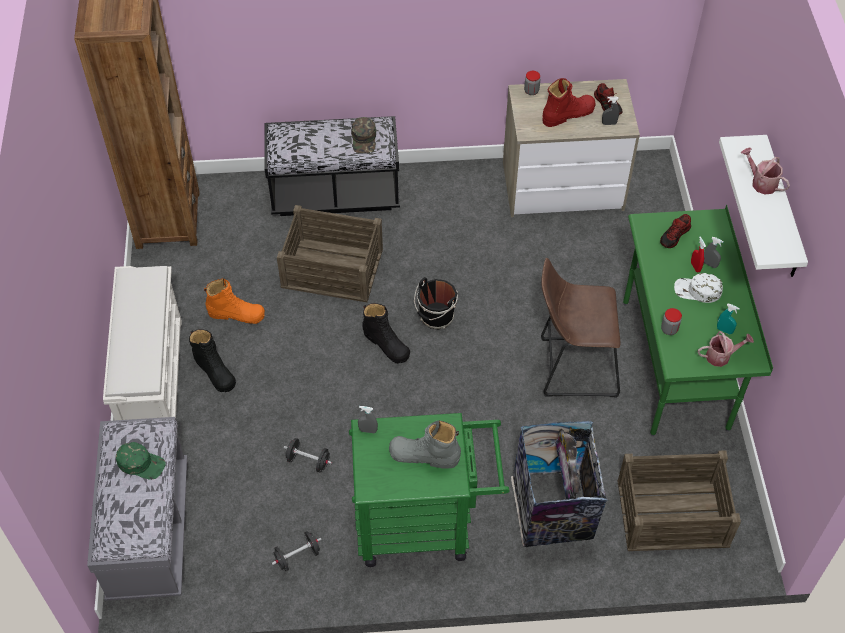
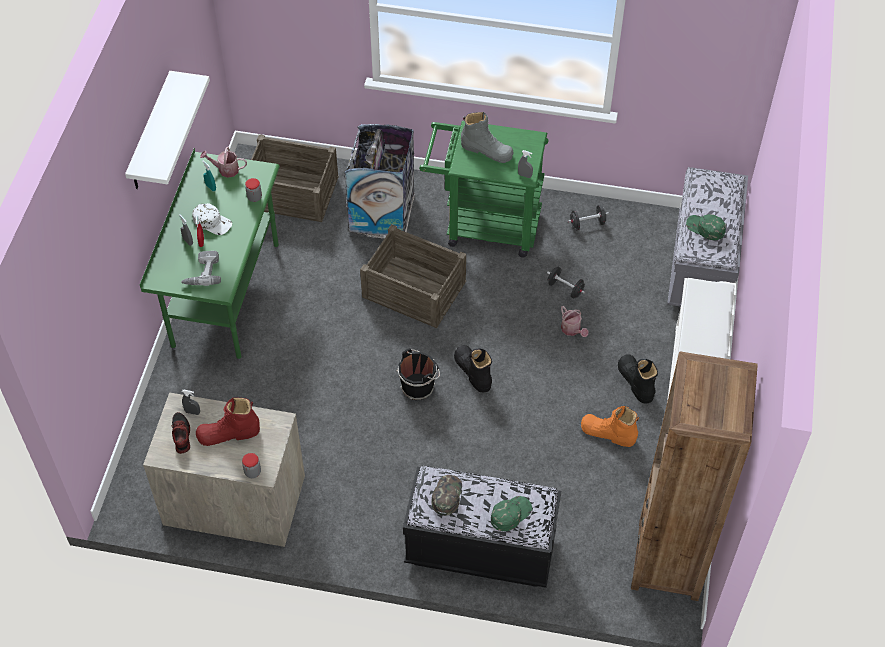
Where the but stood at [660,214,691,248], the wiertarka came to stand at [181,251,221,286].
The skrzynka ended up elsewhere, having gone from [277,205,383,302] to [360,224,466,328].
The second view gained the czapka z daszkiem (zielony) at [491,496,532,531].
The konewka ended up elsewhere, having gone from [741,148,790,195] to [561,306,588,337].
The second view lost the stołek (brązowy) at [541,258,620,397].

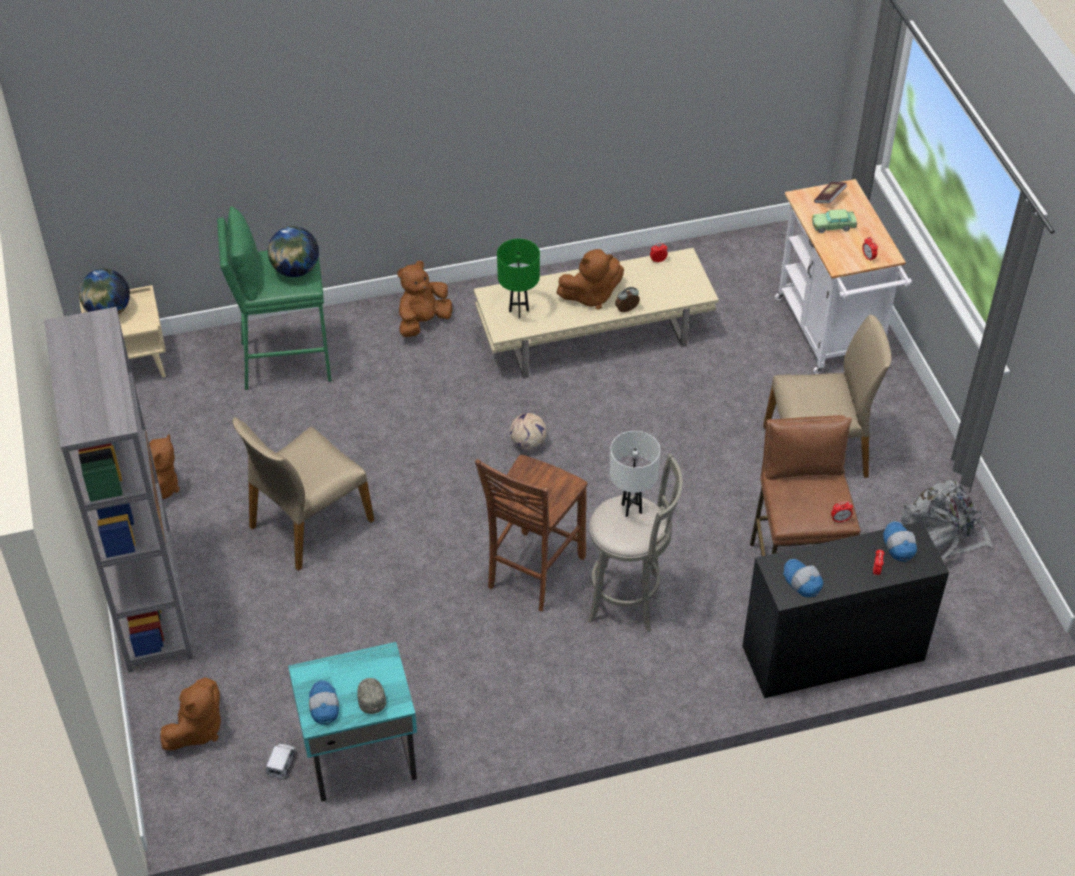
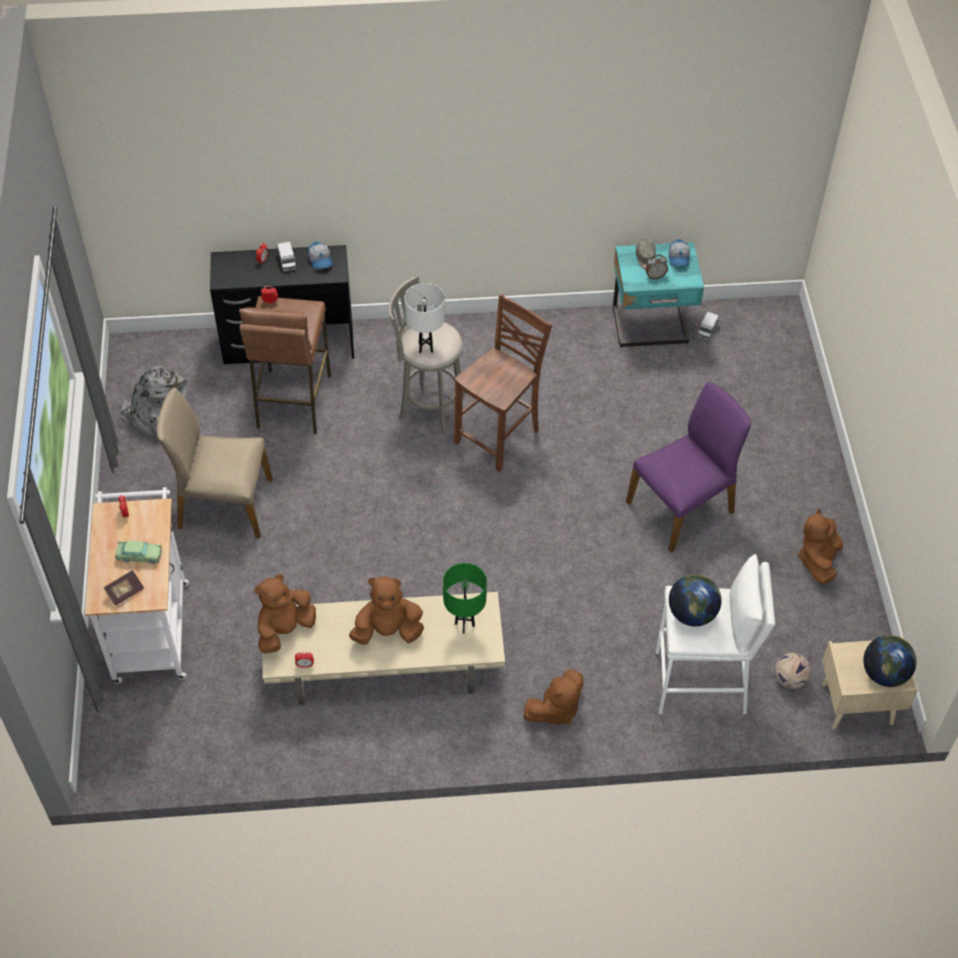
The pluszak (brązowy) ended up elsewhere, having gone from [160,678,221,750] to [255,574,316,654].
The second view gained the ciężarówka zabawkowa at [277,242,296,272].
What was the krzesło (beżowy) at [233,417,374,571] turned into the krzesło (fioletowy) at [626,382,751,553].
The budzik ended up elsewhere, having gone from [615,287,640,312] to [646,255,668,279].
What was the stołek (zielony) at [217,206,332,390] turned into the stołek (biały) at [656,554,775,714].
The piłka futbolowa ended up elsewhere, having gone from [510,413,547,450] to [775,653,811,689].
The second view lost the regał (szary) at [44,307,193,673].
The second view lost the czapka z daszkiem at [883,521,917,562].

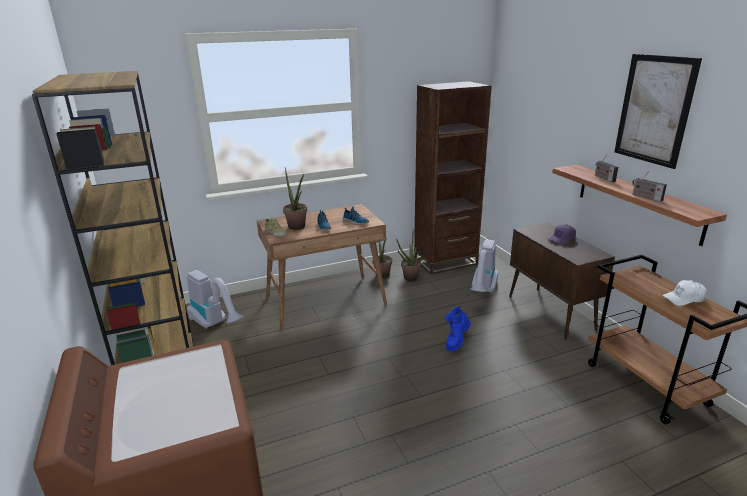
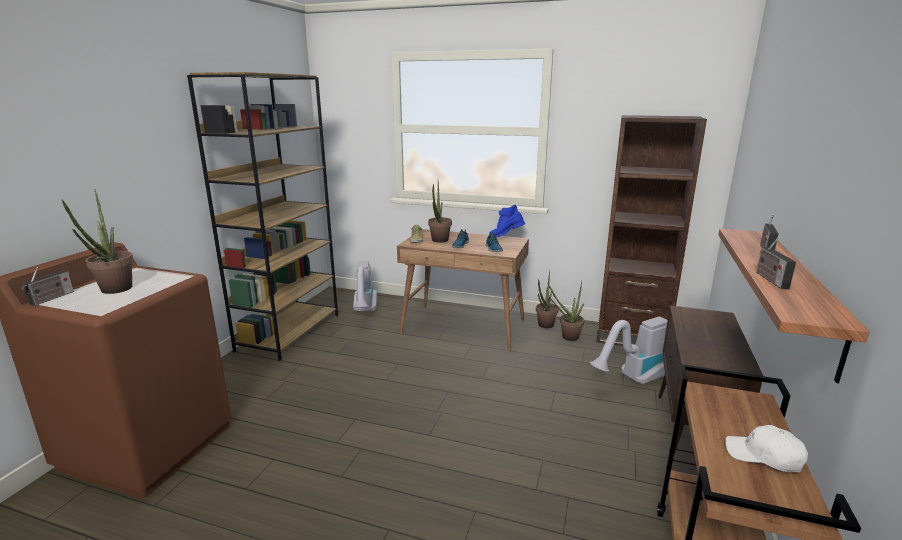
The second view gained the radio at [21,267,74,306].
The second view gained the roślina doniczkowa at [62,189,134,294].
The but z cholewką (niebieski) ended up elsewhere, having gone from [445,306,471,351] to [489,205,525,237].
The second view lost the czapka z daszkiem (fioletowy) at [548,224,576,245].
The second view lost the obraz at [614,54,702,169].

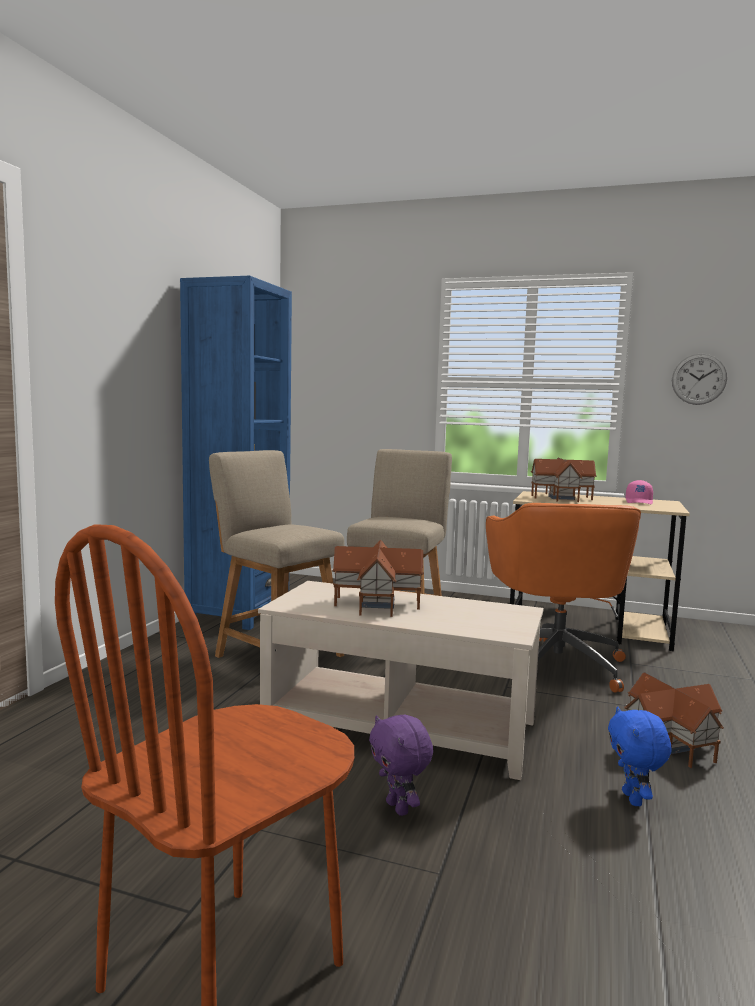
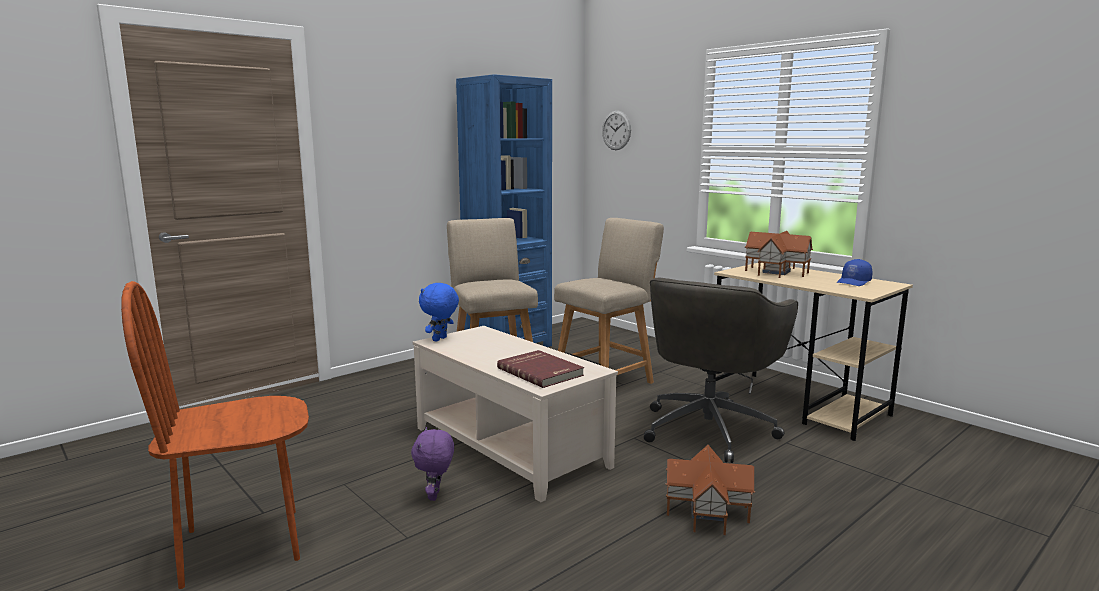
The pluszak (niebieski) ended up elsewhere, having gone from [608,706,671,806] to [419,283,459,342].
The second view gained the książka (czerwony) at [497,350,584,388].
The zegar ścienny ended up elsewhere, having gone from [672,353,727,405] to [602,110,631,150].
What was the krzesło biurowe (pomarańczowy) at [486,503,641,693] turned into the krzesło biurowe (szary) at [644,277,798,463].
What was the czapka z daszkiem (różowy) at [626,480,653,505] turned into the czapka z daszkiem (niebieski) at [837,259,872,286].
The second view lost the domek at [332,539,424,617].

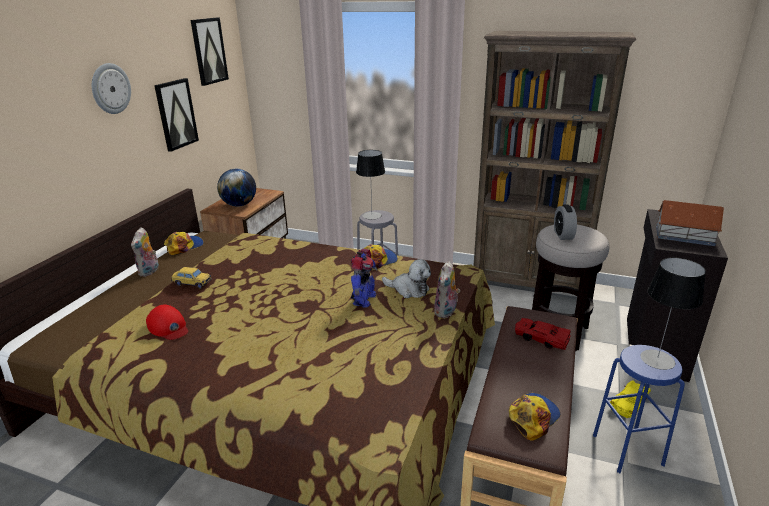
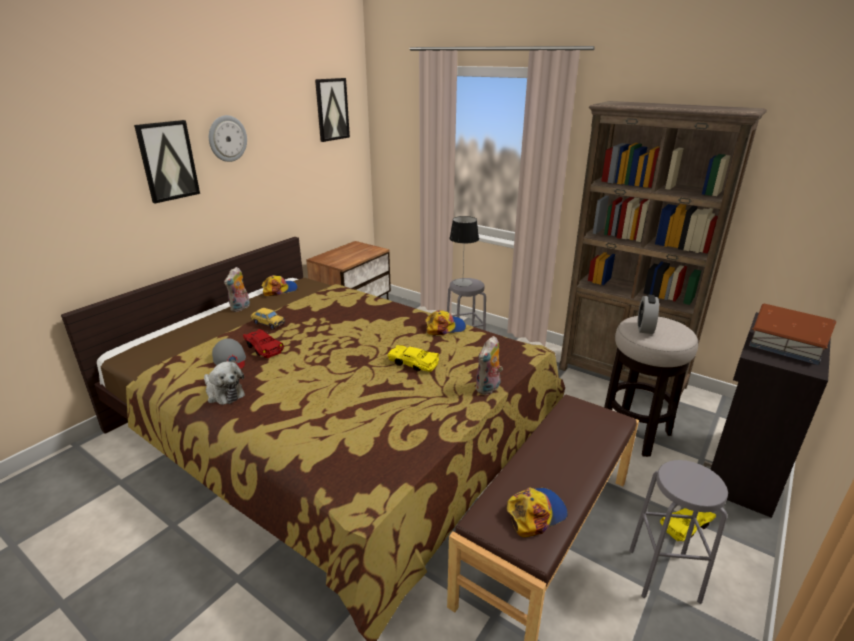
The obraz ended up elsewhere, having gone from [154,78,199,152] to [134,120,200,203].
The pluszak ended up elsewhere, having gone from [382,259,431,298] to [204,361,245,405].
What was the czapka z daszkiem (czerwony) at [146,305,188,340] turned into the czapka z daszkiem (szary) at [212,338,246,369].
The samochodzik (czerwony) ended up elsewhere, having gone from [515,318,571,350] to [243,329,284,358].
Where the robot zabawkowy stood at [351,249,377,308], the samochodzik (żółty) came to stand at [388,345,439,372].
What was the stołek (niebieski) at [593,345,685,473] turned into the stołek (szary) at [629,460,728,604].
The second view lost the globus at [217,169,256,207].
The second view lost the lampa stołowa at [641,257,706,370].

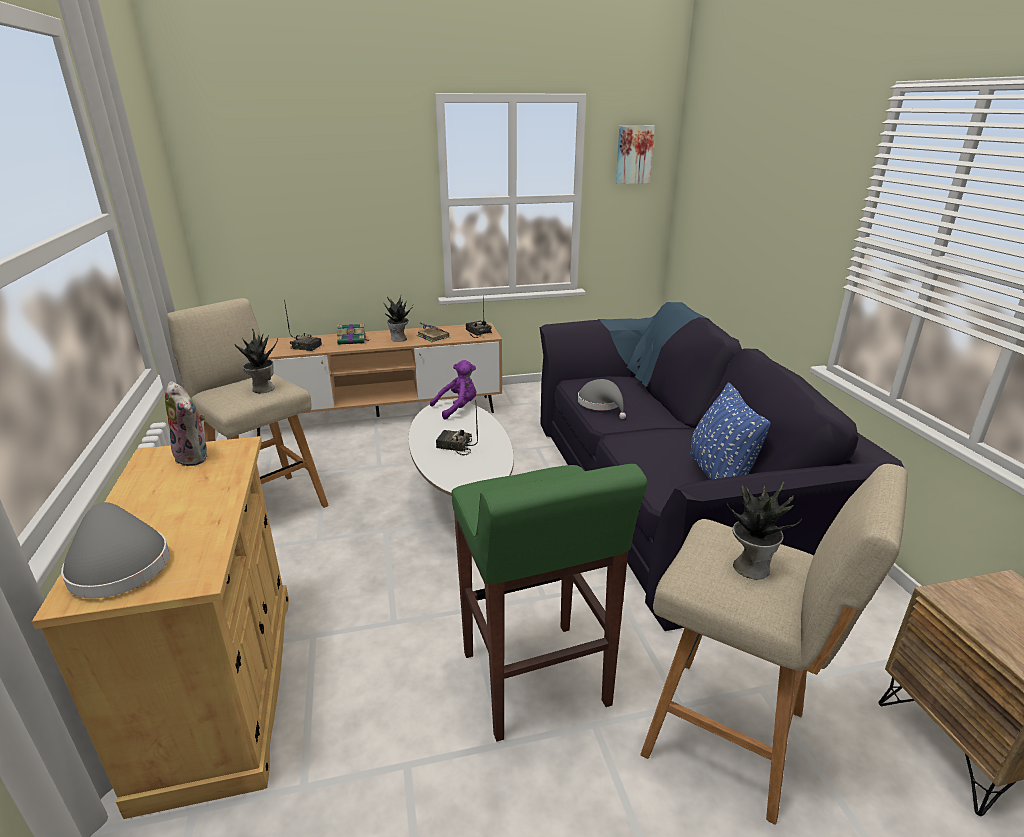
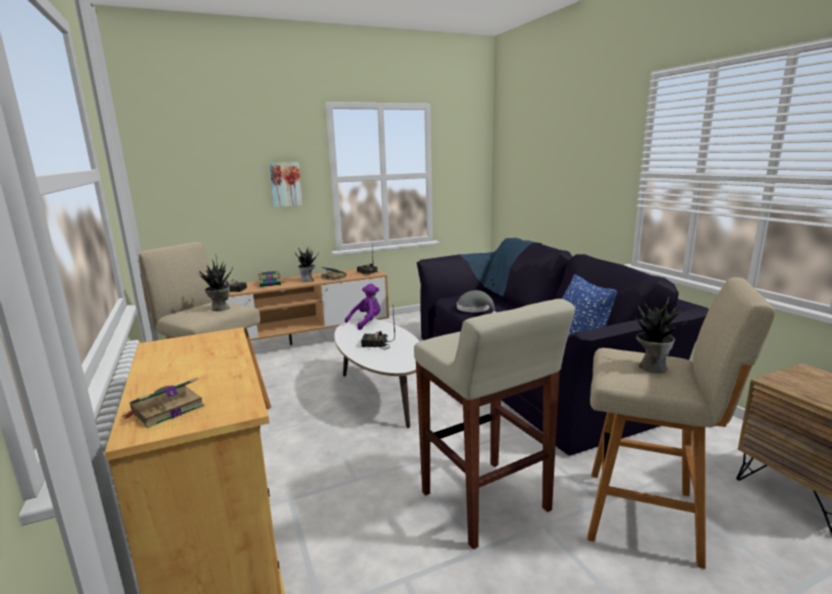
Where the kapelusz (szary) stood at [61,502,170,599], the książka came to stand at [121,378,204,428].
The obraz ended up elsewhere, having gone from [615,126,655,184] to [269,162,303,207].
What was the stołek (zielony) at [452,464,647,741] turned into the stołek (beżowy) at [414,299,575,549].
The second view lost the pluszak at [165,381,208,467].

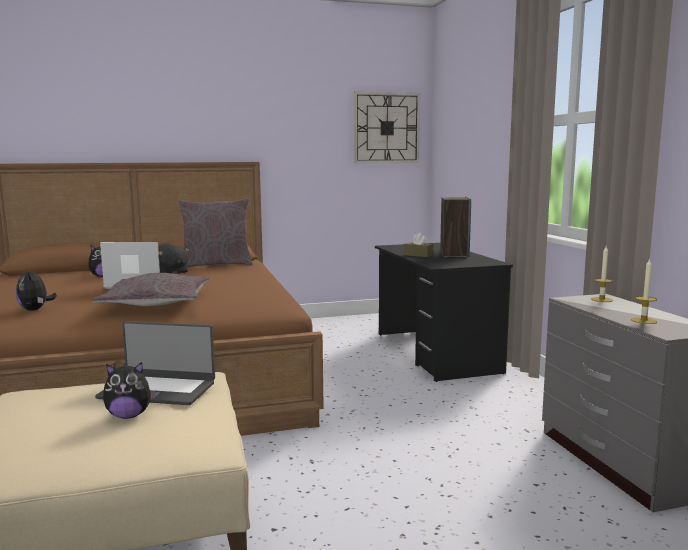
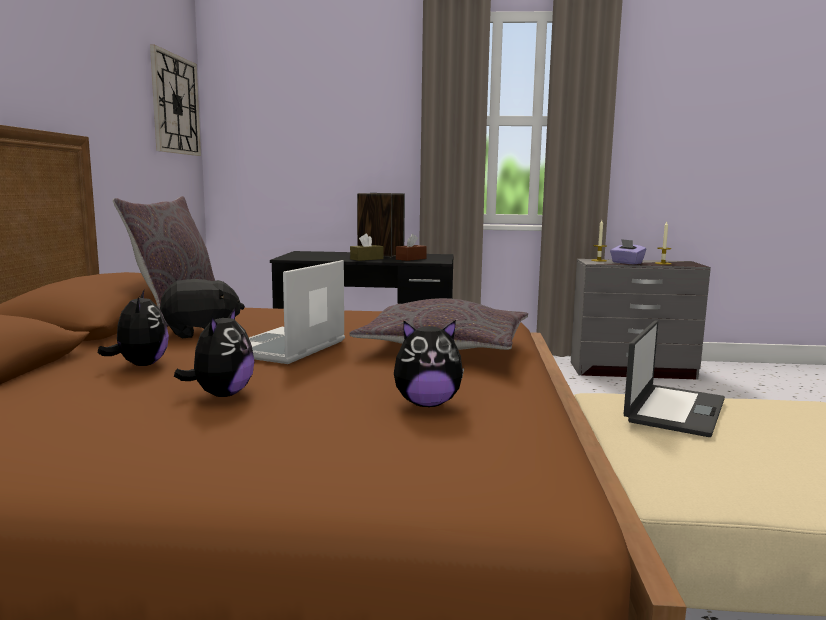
The pluszak ended up elsewhere, having gone from [103,362,157,419] to [174,307,255,397].
The second view gained the pudełko chusteczek (brązowy) at [396,234,427,261].
The second view gained the pudełko chusteczek (fioletowy) at [610,239,646,264].

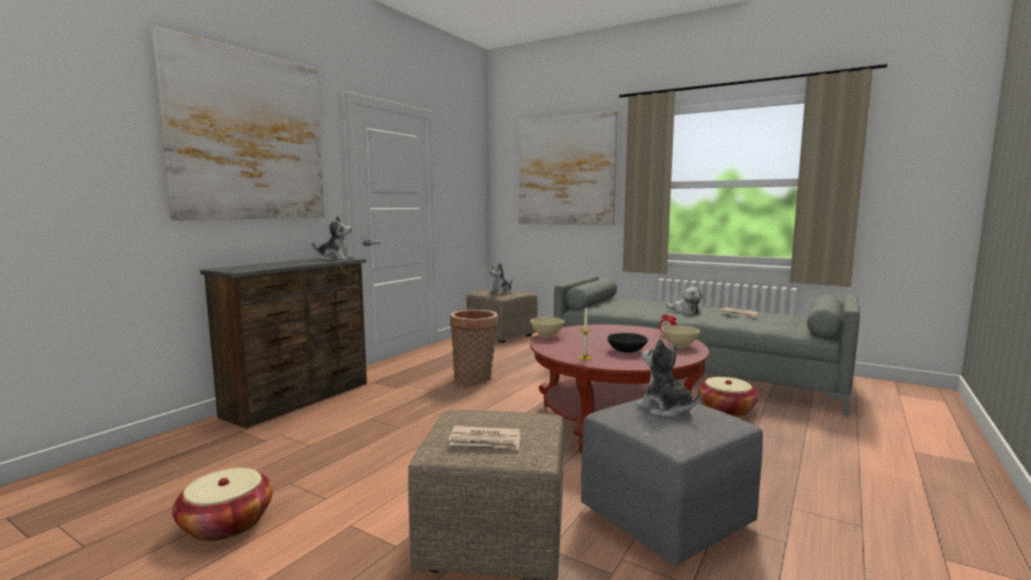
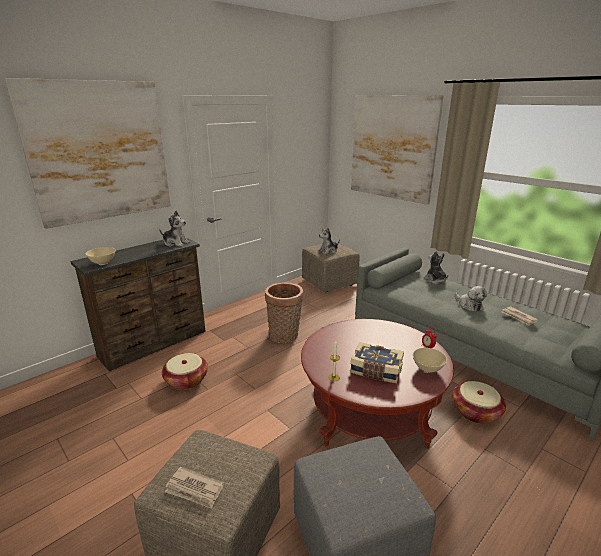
The miska (beżowy) ended up elsewhere, having gone from [530,317,565,338] to [85,247,115,265].
The koszyk ended up elsewhere, having gone from [172,468,273,541] to [162,353,208,390].
Where the miska (czarny) stood at [607,333,648,353], the książka came to stand at [350,342,404,383].
The pluszak ended up elsewhere, having gone from [636,338,701,418] to [423,251,448,284].

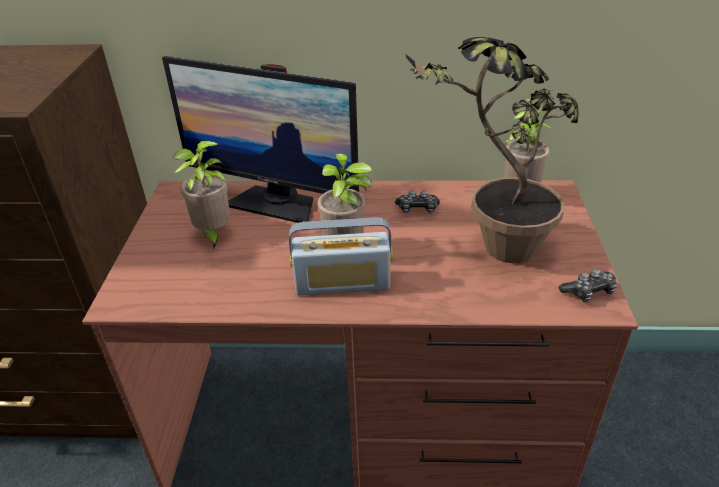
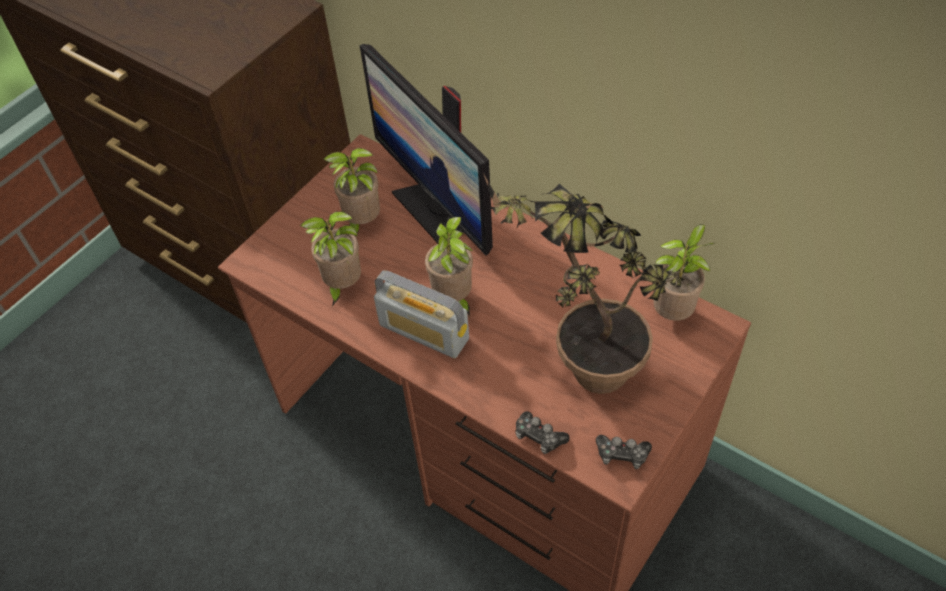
The second view gained the roślina doniczkowa at [300,211,361,306].
The pad do gier ended up elsewhere, having gone from [395,191,440,213] to [515,411,570,454].

